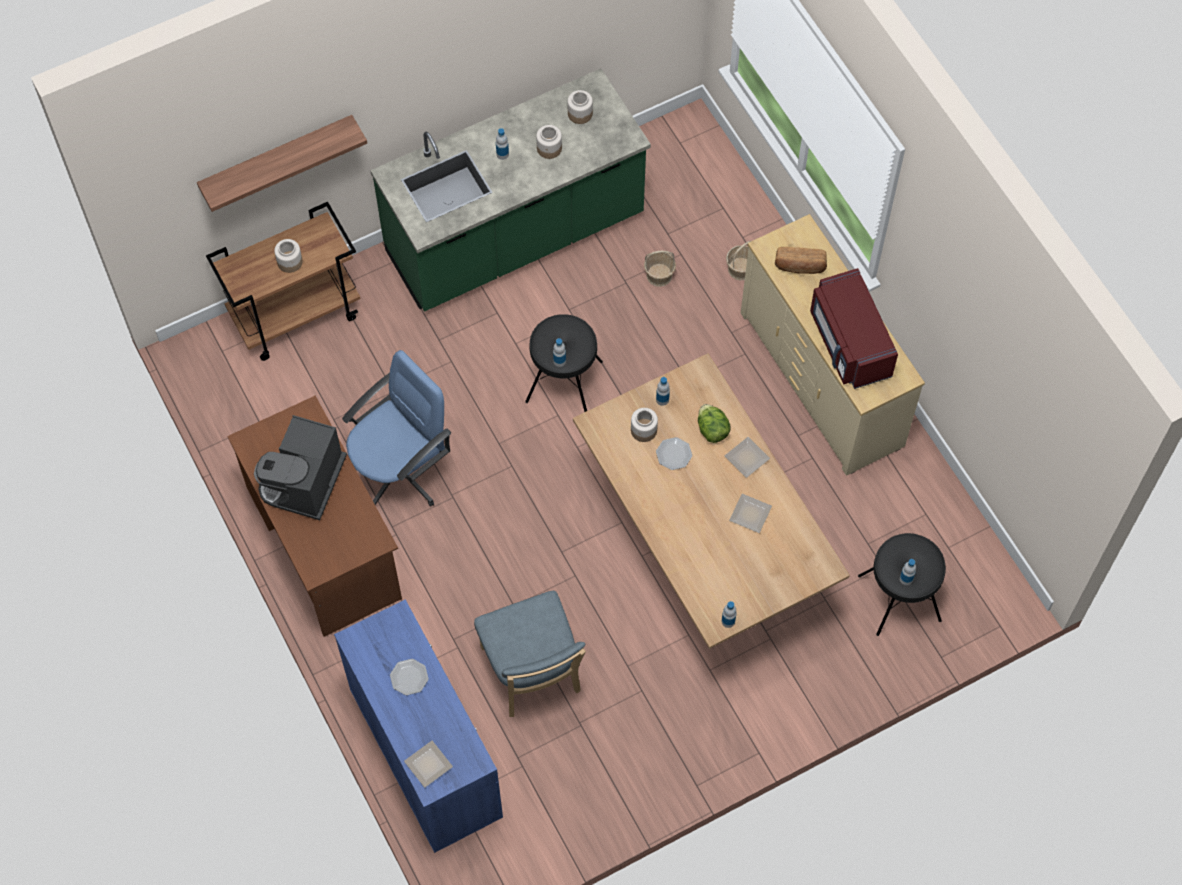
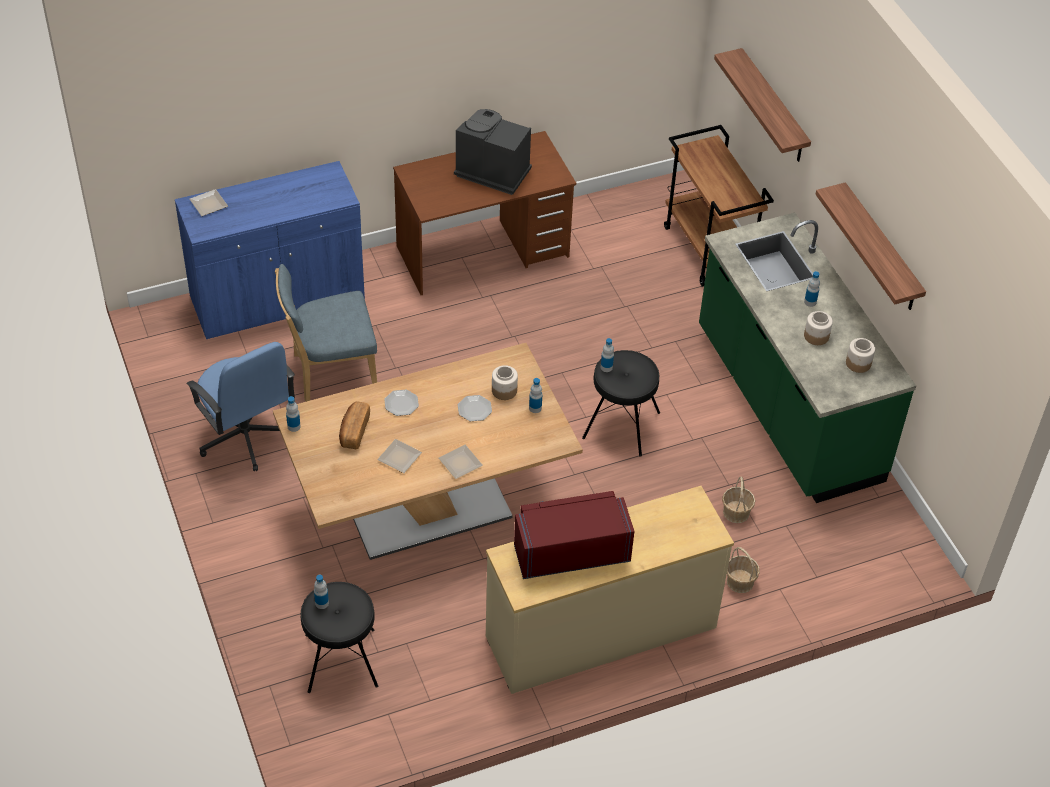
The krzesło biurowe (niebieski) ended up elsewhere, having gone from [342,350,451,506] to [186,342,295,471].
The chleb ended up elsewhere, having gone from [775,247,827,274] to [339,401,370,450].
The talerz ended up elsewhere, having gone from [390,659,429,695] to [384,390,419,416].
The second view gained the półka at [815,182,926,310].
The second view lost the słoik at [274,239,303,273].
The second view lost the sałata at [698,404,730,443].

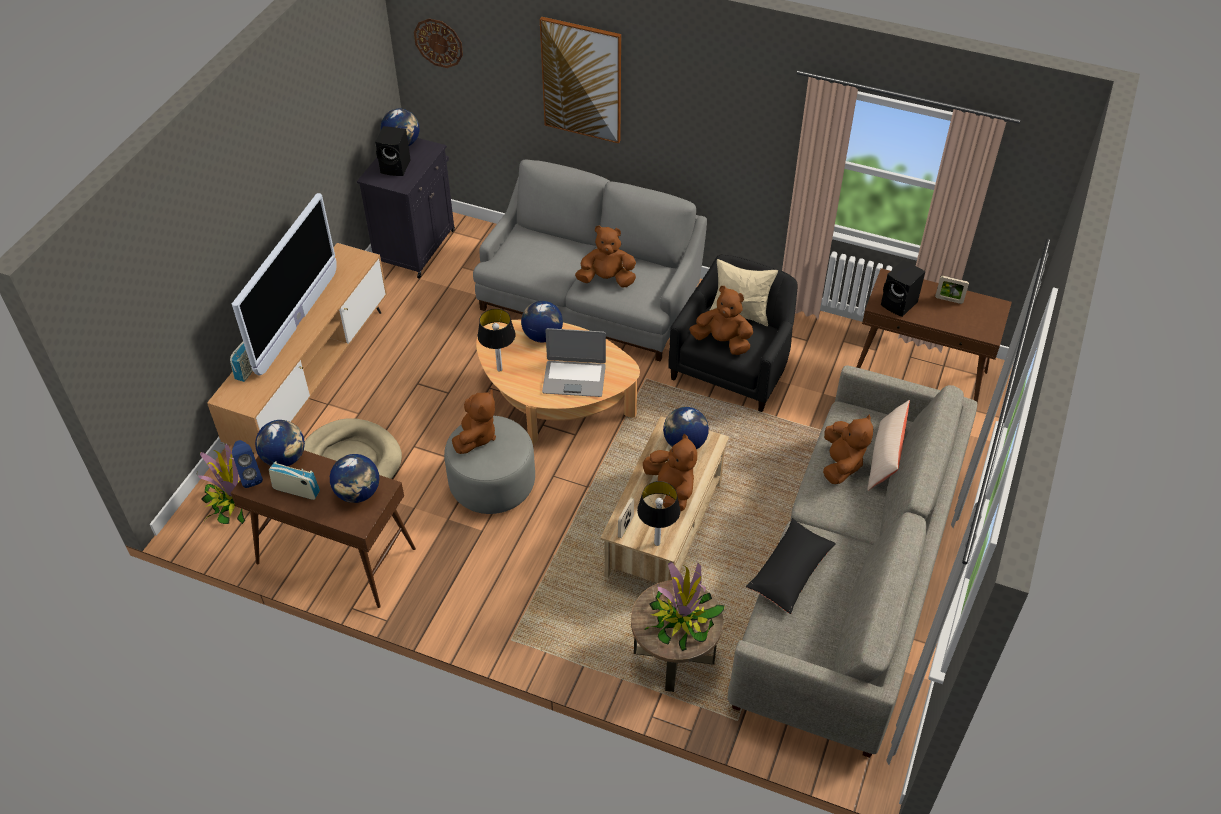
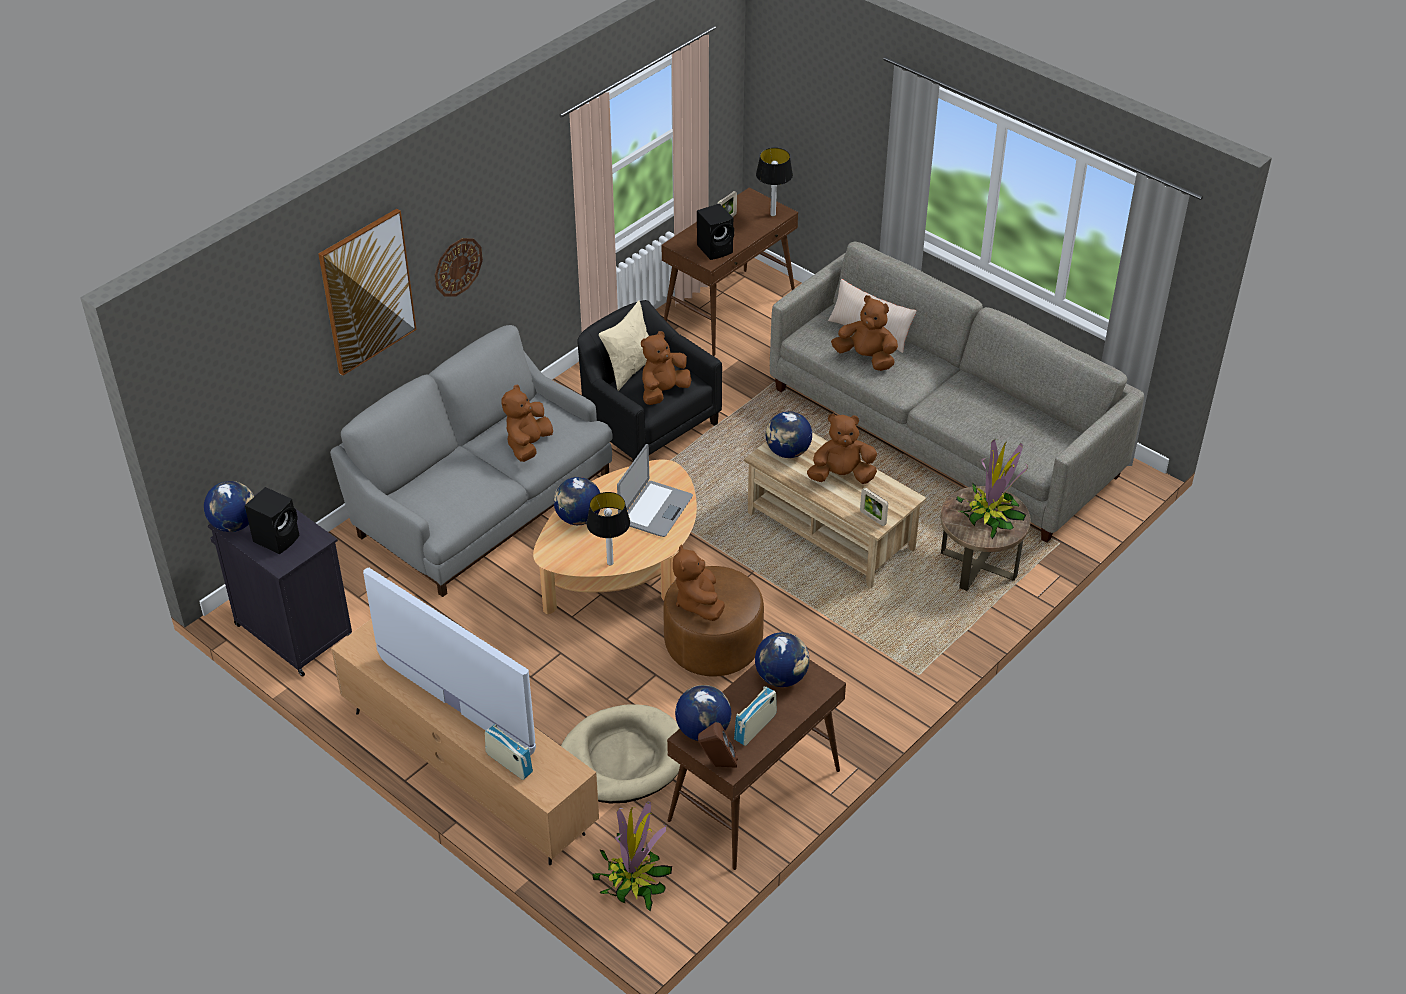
The zegar ścienny ended up elsewhere, having gone from [414,18,463,68] to [435,238,483,296].
What was the pufa (szary) at [444,416,535,514] turned into the pufa (brązowy) at [663,566,764,676].
The pluszak (brązowy) at [452,389,496,454] ended up facing another way, 135 degrees counterclockwise from before.
What was the głośnik (niebieski) at [232,440,263,488] turned into the głośnik (brązowy) at [698,722,738,768].
The lampa stołowa ended up elsewhere, having gone from [637,481,680,546] to [756,148,793,216].
The second view lost the poduszka (czarny) at [746,518,836,614].

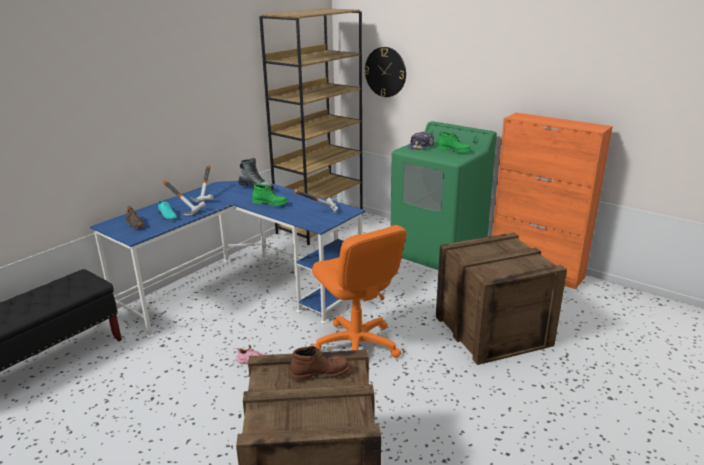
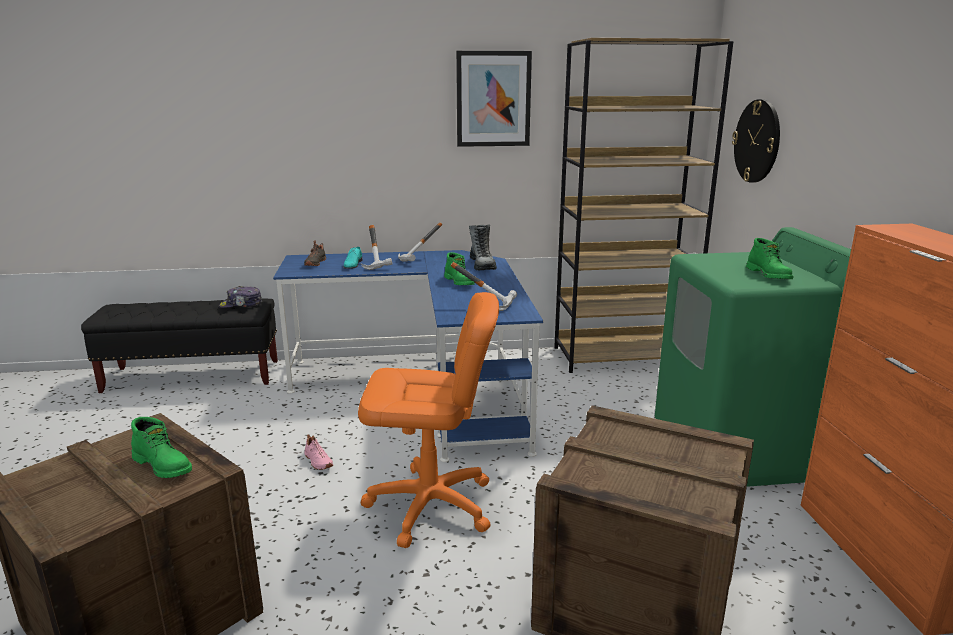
What was the but z cholewką (brązowy) at [290,346,351,382] turned into the but z cholewką (zielony) at [131,417,192,478].
The czapka z daszkiem ended up elsewhere, having gone from [408,132,434,150] to [219,286,262,308].
The krzesło biurowe (pomarańczowy) at [312,225,407,358] ended up facing another way, 105 degrees counterclockwise from before.
The second view gained the obraz at [456,51,532,147].

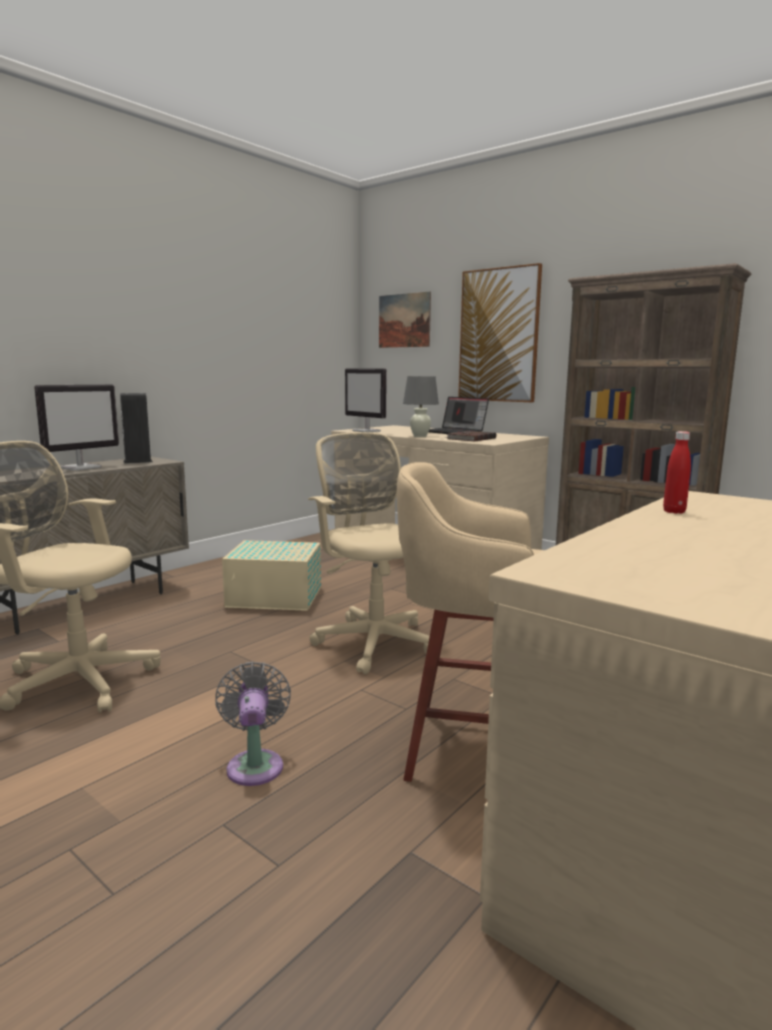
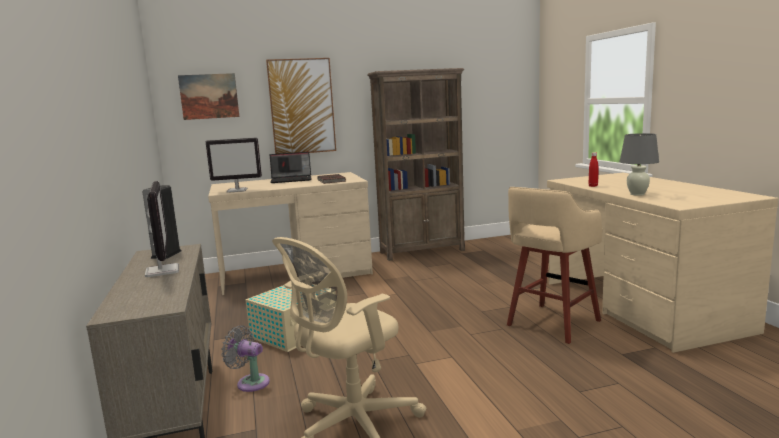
The wentylator (szary) ended up elsewhere, having gone from [215,662,291,786] to [221,325,270,392].
The lampa stołowa (szary) ended up elsewhere, having gone from [403,376,439,437] to [620,133,659,196].
The second view lost the krzesło biurowe (beżowy) at [308,432,430,674].

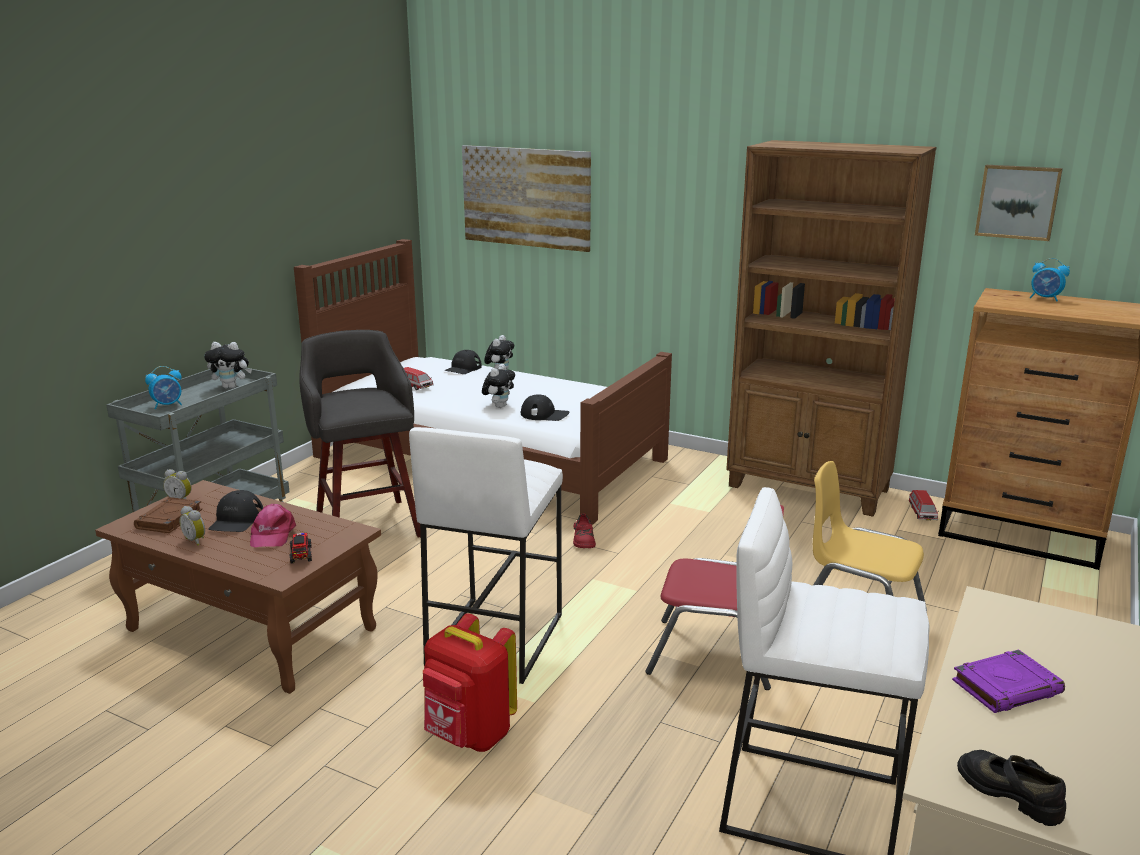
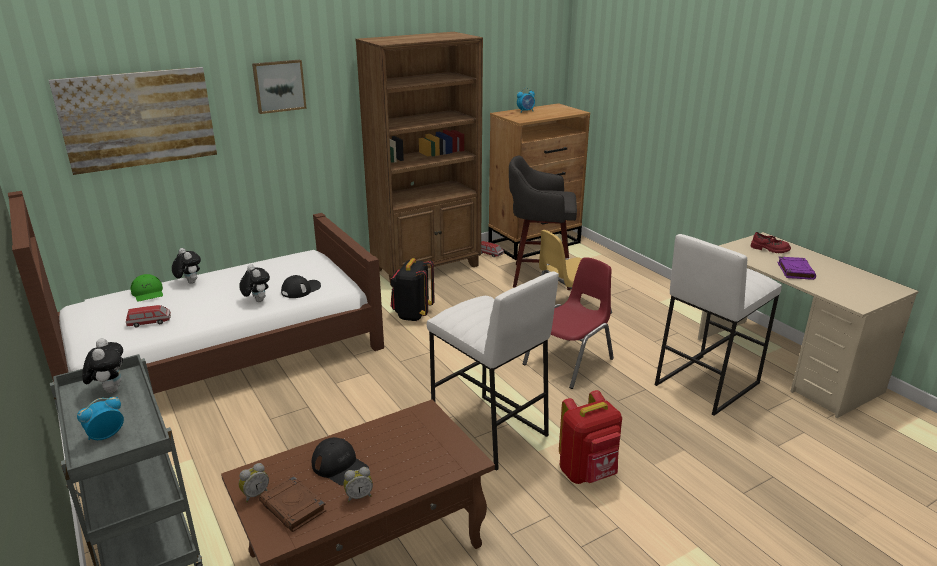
The budzik at [145,366,182,409] ended up facing another way, 135 degrees counterclockwise from before.
The pluszak at [204,342,252,389] ended up facing another way, 45 degrees counterclockwise from before.
What was the czapka z daszkiem (czarny) at [444,350,482,374] turned into the czapka z daszkiem (zielony) at [131,274,163,302].
The obraz ended up elsewhere, having gone from [975,165,1063,241] to [252,60,307,114].
The second view gained the plecak (czarny) at [391,258,435,321].
The stołek (szary) ended up elsewhere, having gone from [299,330,421,537] to [509,156,577,290].
The but (czerwony) ended up elsewhere, having gone from [573,513,596,548] to [751,232,791,253].
The second view lost the czapka z daszkiem (różowy) at [250,504,296,548].
The second view lost the ciężarówka zabawkowa at [289,533,312,563].
The second view lost the but (czarny) at [957,750,1066,826].

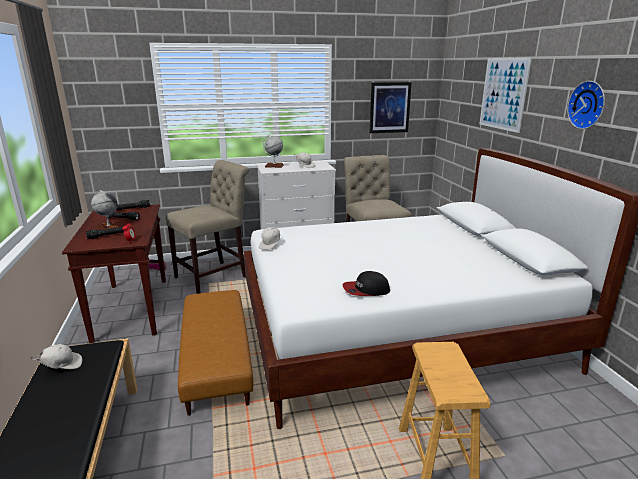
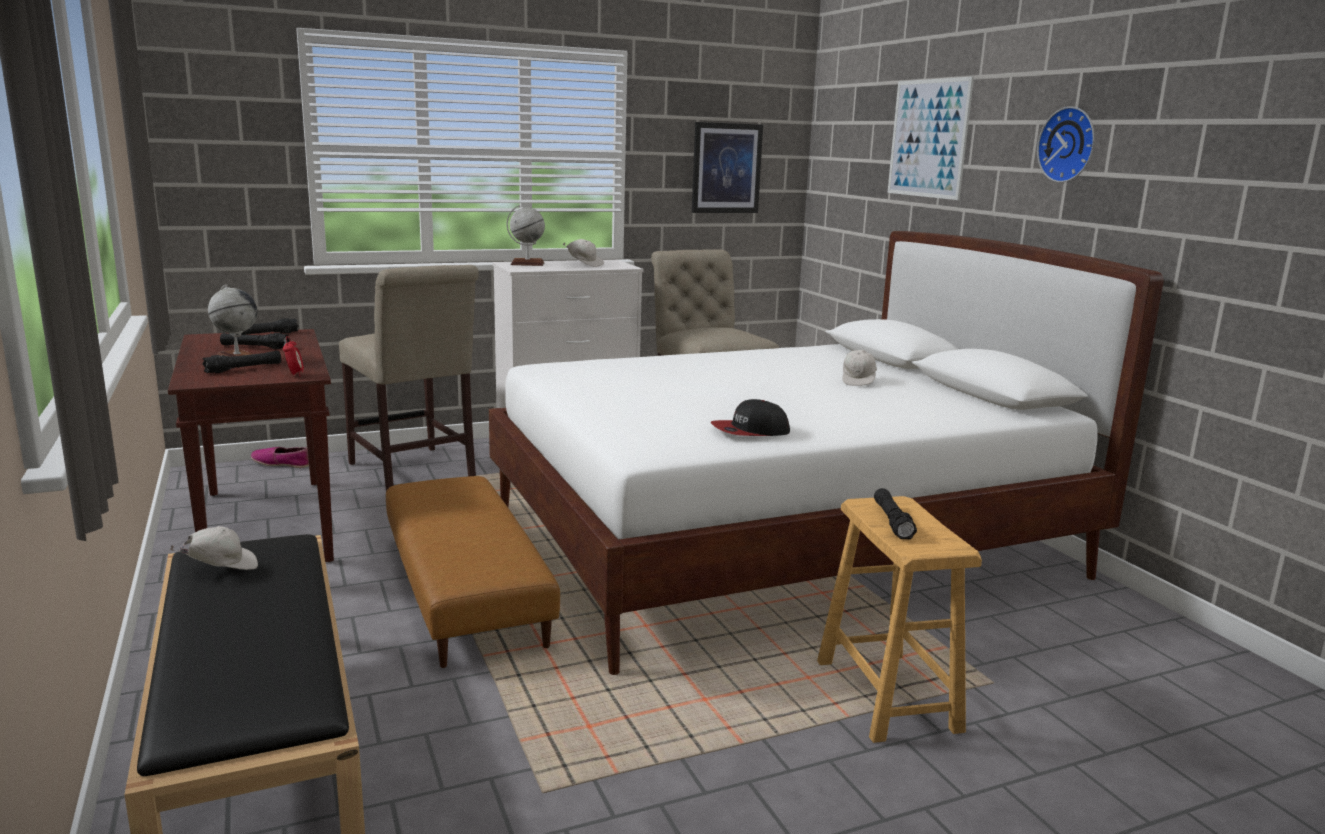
The krzesło (beżowy) at [166,160,249,294] ended up facing another way, 105 degrees clockwise from before.
The czapka z daszkiem (biały) ended up elsewhere, having gone from [259,227,280,250] to [842,350,877,386].
The second view gained the latarka (czarny) at [874,488,917,539].

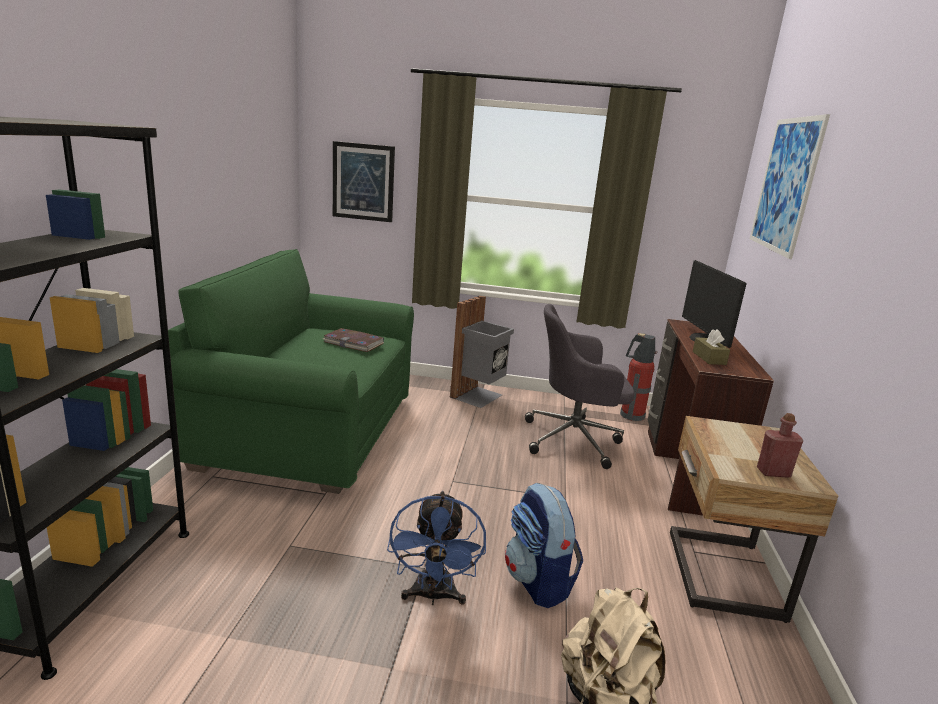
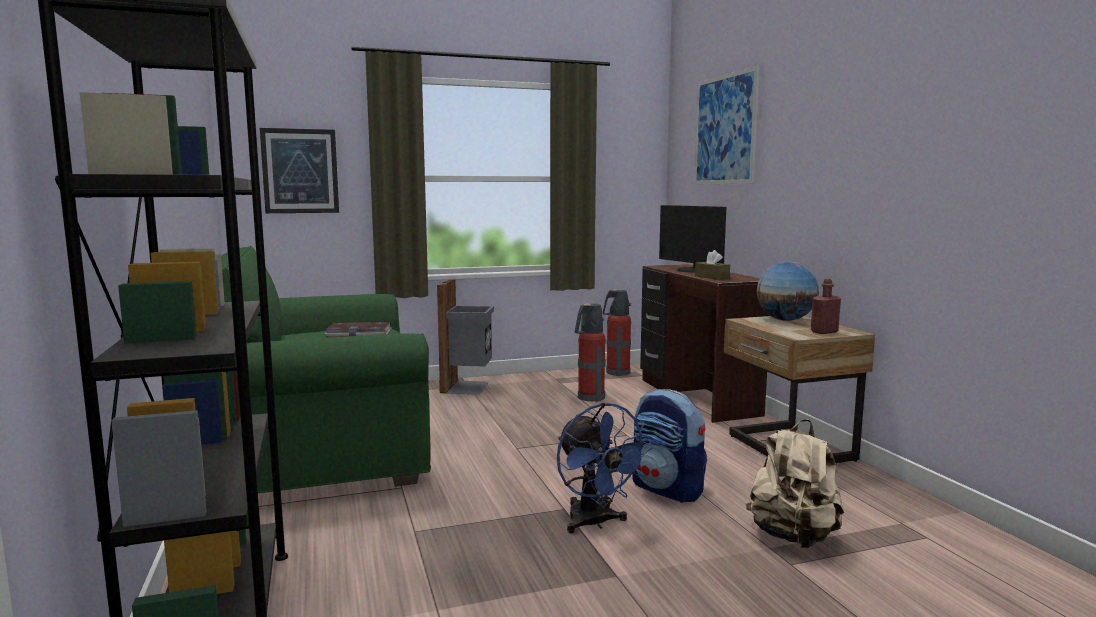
Where the krzesło biurowe (szary) stood at [525,304,634,469], the gaśnica came to stand at [575,303,606,402].
The second view gained the globus at [757,262,819,321].

